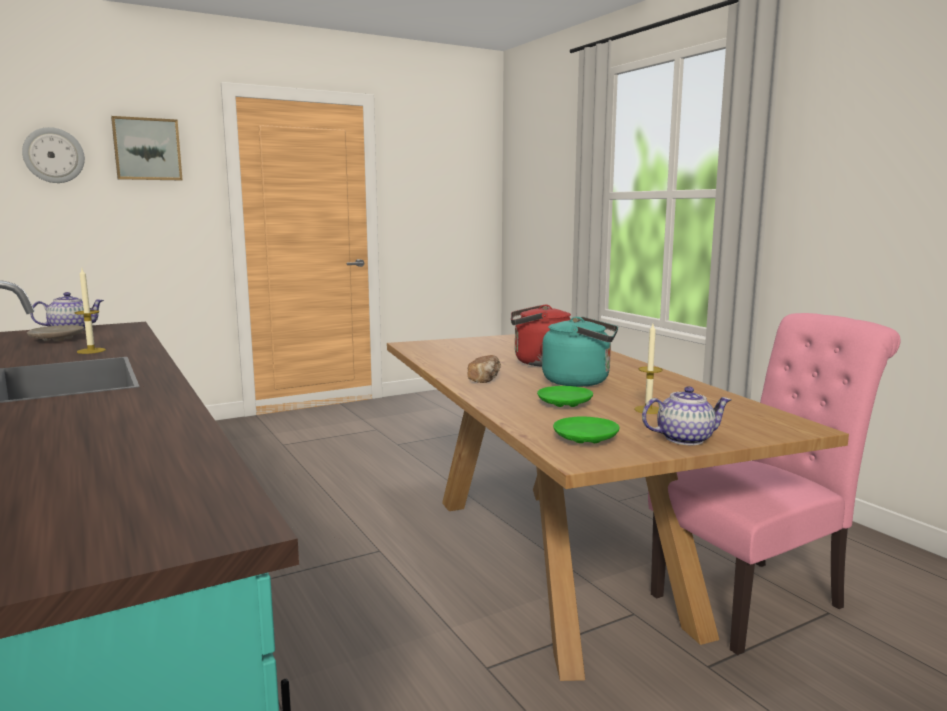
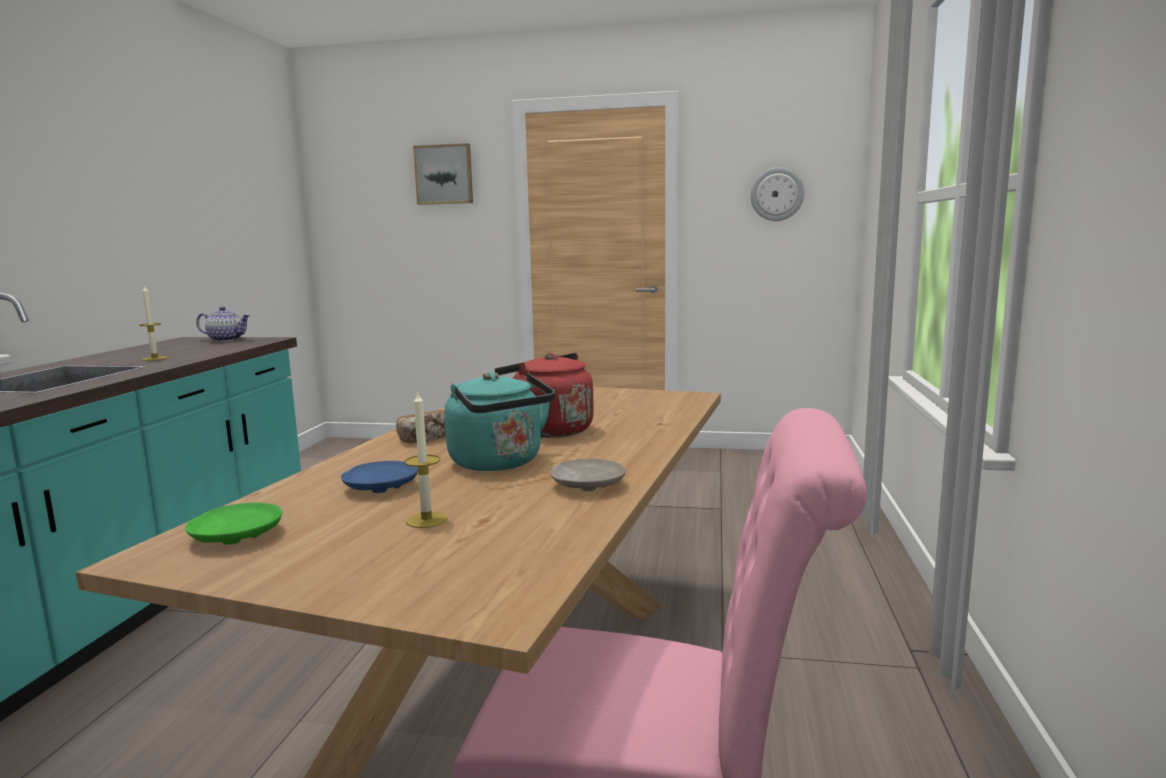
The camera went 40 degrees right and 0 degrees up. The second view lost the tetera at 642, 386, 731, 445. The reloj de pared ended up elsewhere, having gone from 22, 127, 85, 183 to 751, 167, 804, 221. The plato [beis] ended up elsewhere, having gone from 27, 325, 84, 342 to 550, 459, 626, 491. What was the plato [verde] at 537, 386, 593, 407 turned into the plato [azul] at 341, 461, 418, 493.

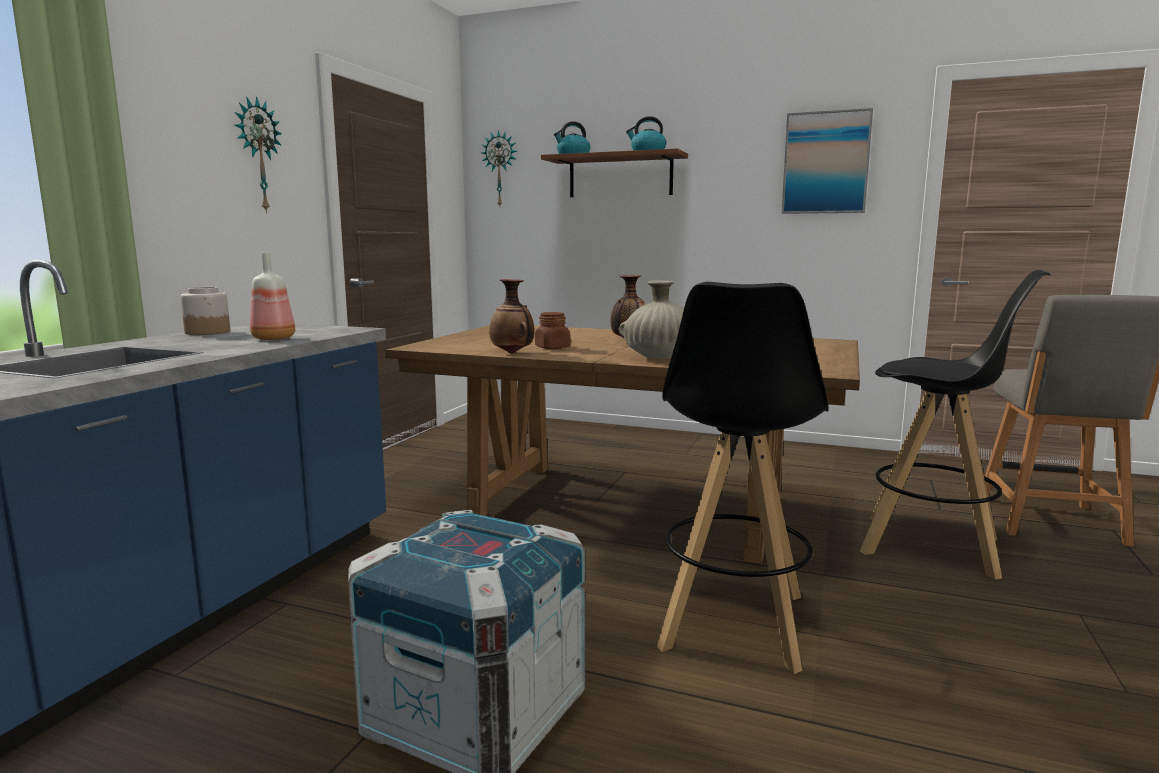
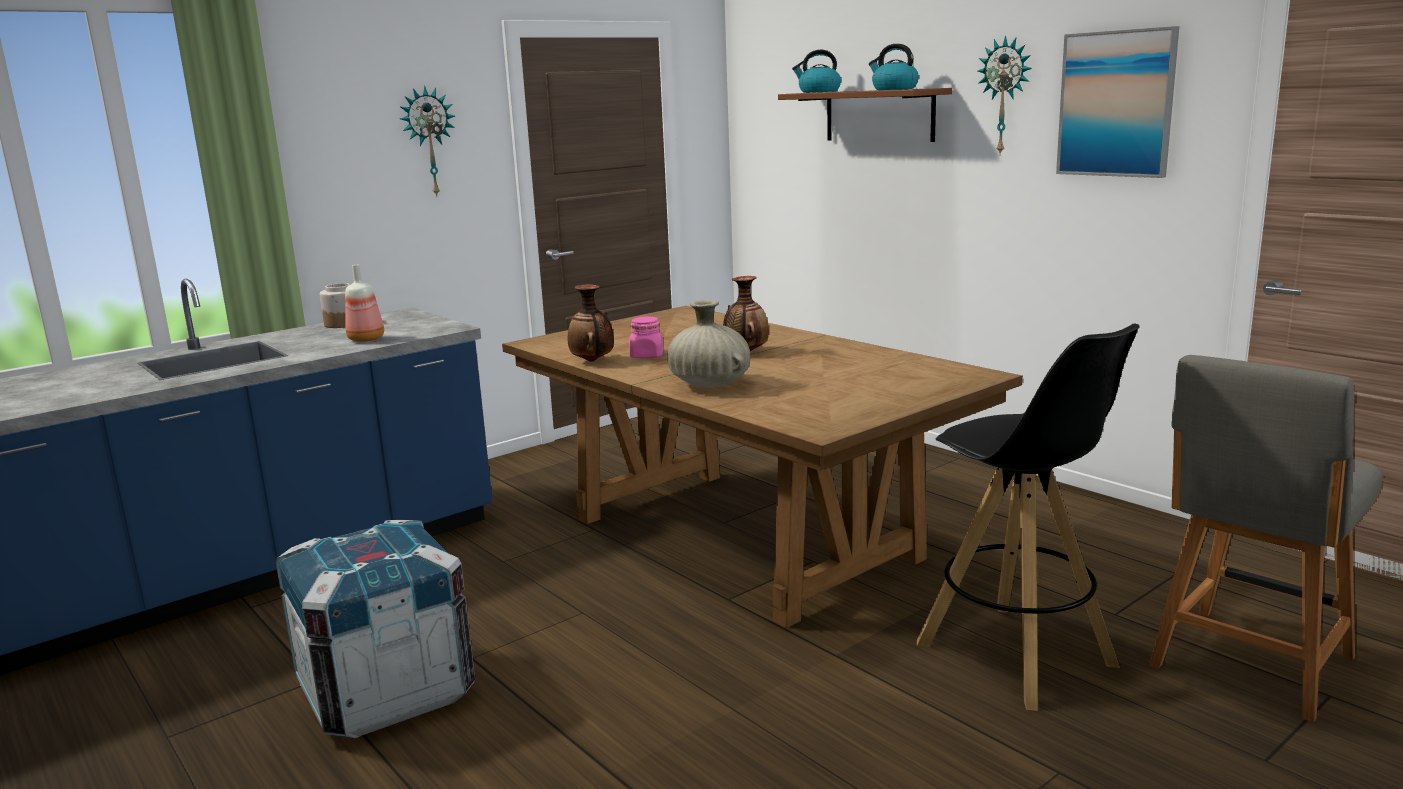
The camera went 30 degrees right and 5 degrees up. The second view lost the taburete [negro] at 657, 282, 829, 674. The reloj de pared ended up elsewhere, having gone from 481, 130, 517, 206 to 978, 35, 1032, 154. What was the tarro [marrón] at 535, 312, 571, 349 turned into the tarro [rosa] at 629, 316, 663, 359.

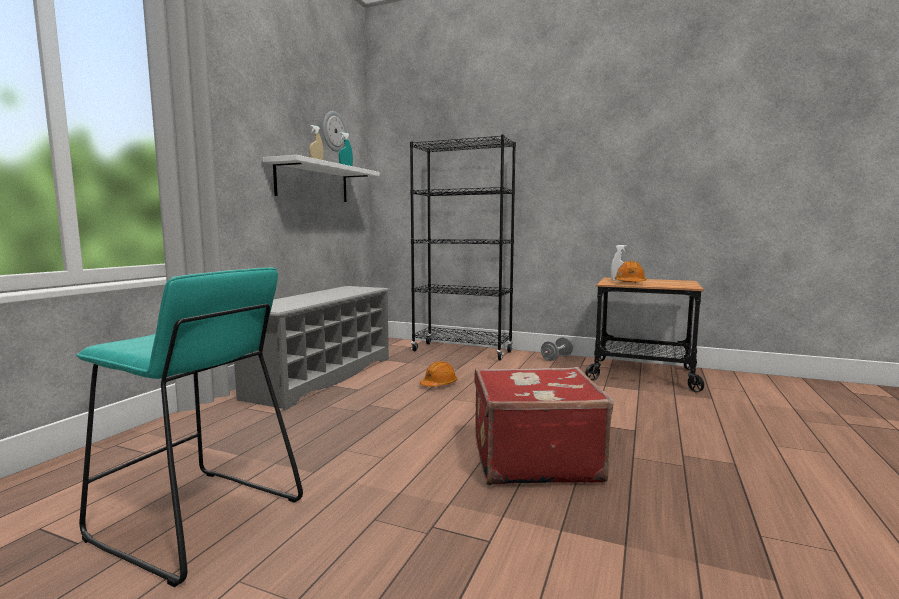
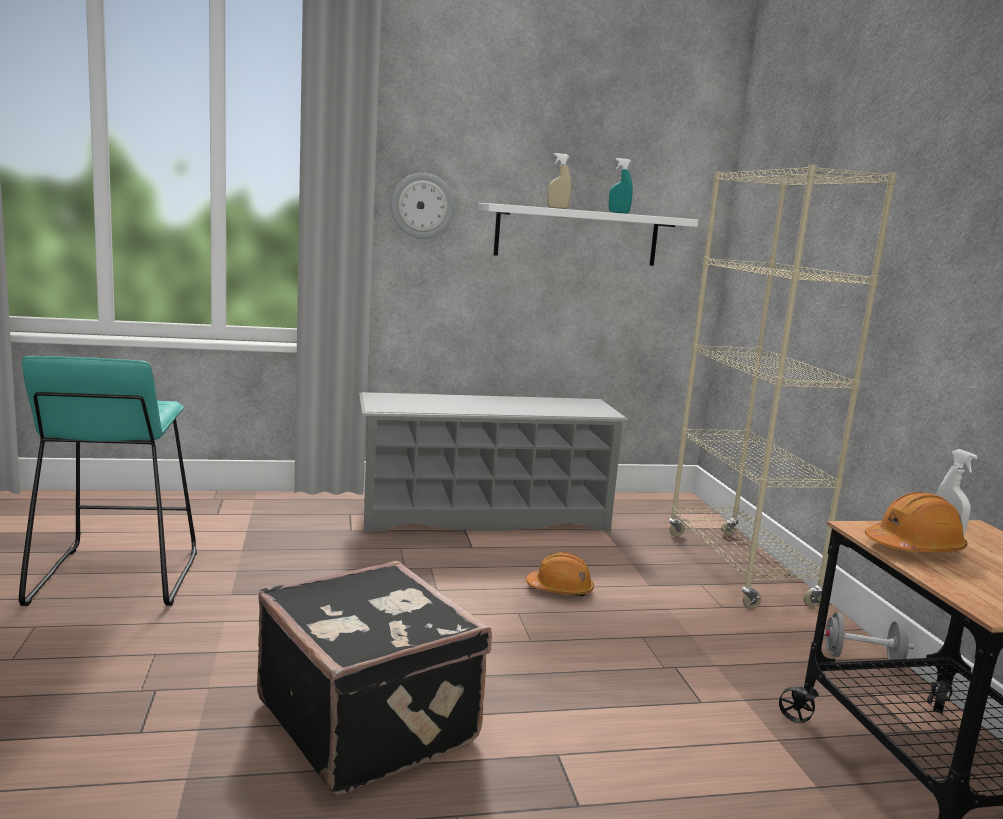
The camera went 55 degrees right and 5 degrees up. The reloj de pared ended up elsewhere, having gone from 323, 111, 346, 152 to 391, 173, 455, 239. What was the estantería [negro] at 410, 135, 516, 361 turned into the estantería [beis] at 668, 165, 897, 609. What was the maleta [rojo] at 474, 367, 614, 485 turned into the maleta [negro] at 257, 561, 492, 795.

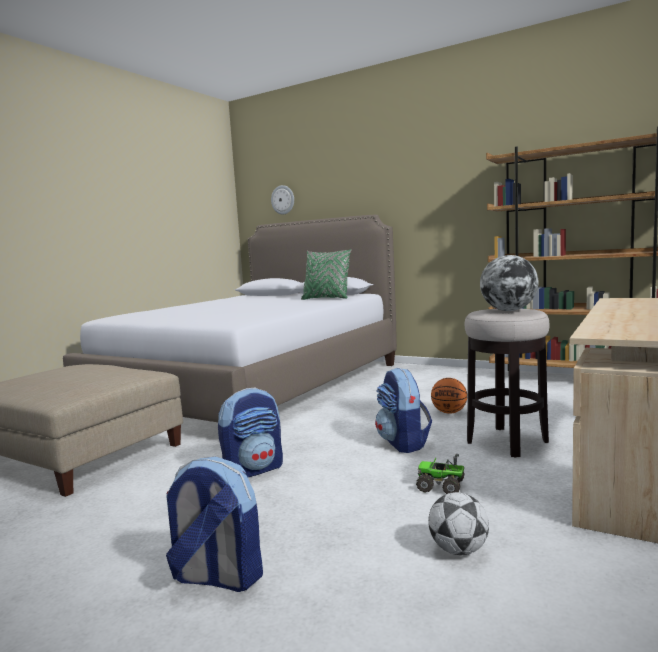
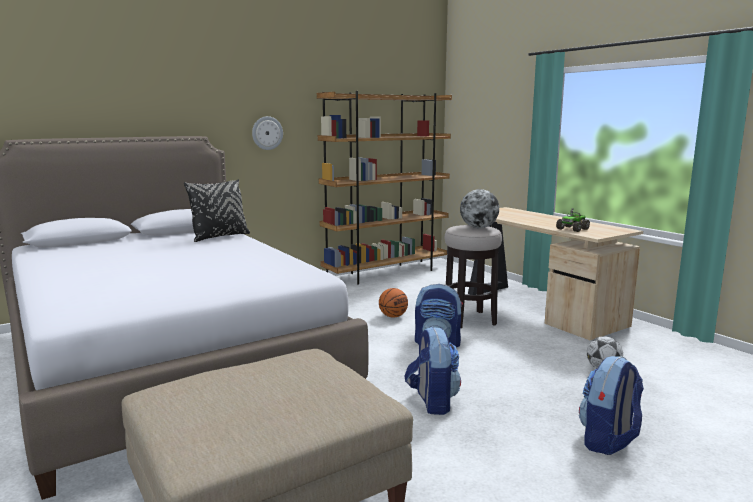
The camera went 65 degrees left and 5 degrees up. The reloj de pared ended up elsewhere, having gone from 271, 185, 294, 214 to 252, 116, 283, 150. The camión de juguete ended up elsewhere, having gone from 416, 454, 465, 494 to 556, 208, 590, 232. What was the cojín [verde] at 301, 249, 351, 300 turned into the cojín [negro] at 184, 179, 250, 242.

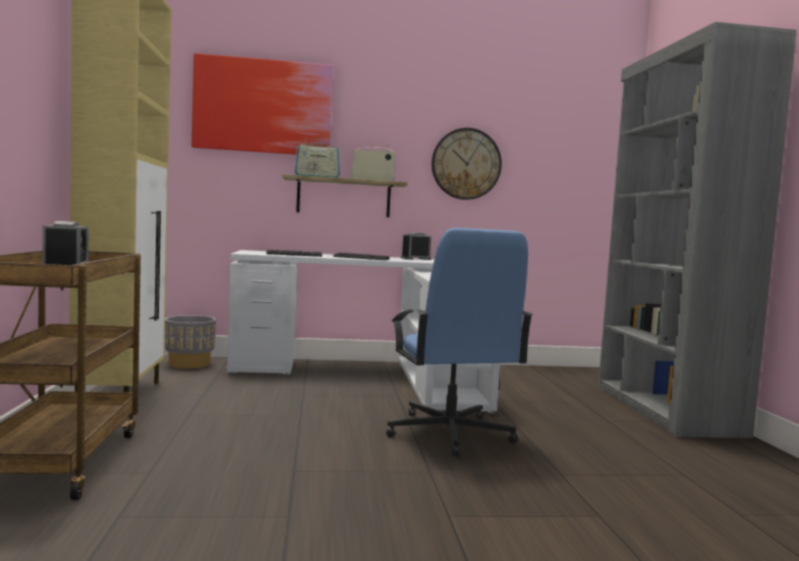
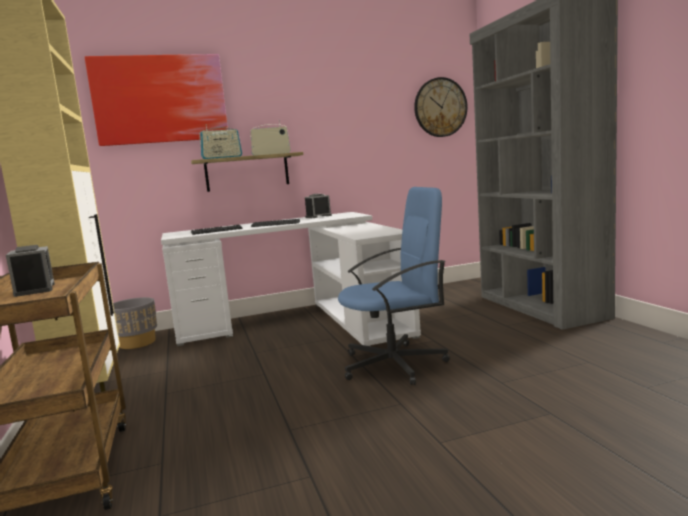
The camera went 10 degrees left and 5 degrees up. The reloj de pared ended up elsewhere, having gone from 432, 128, 502, 200 to 414, 77, 468, 137. The silla de oficina [azul] at 386, 228, 533, 457 ended up facing another way, 75 degrees counterclockwise from before.

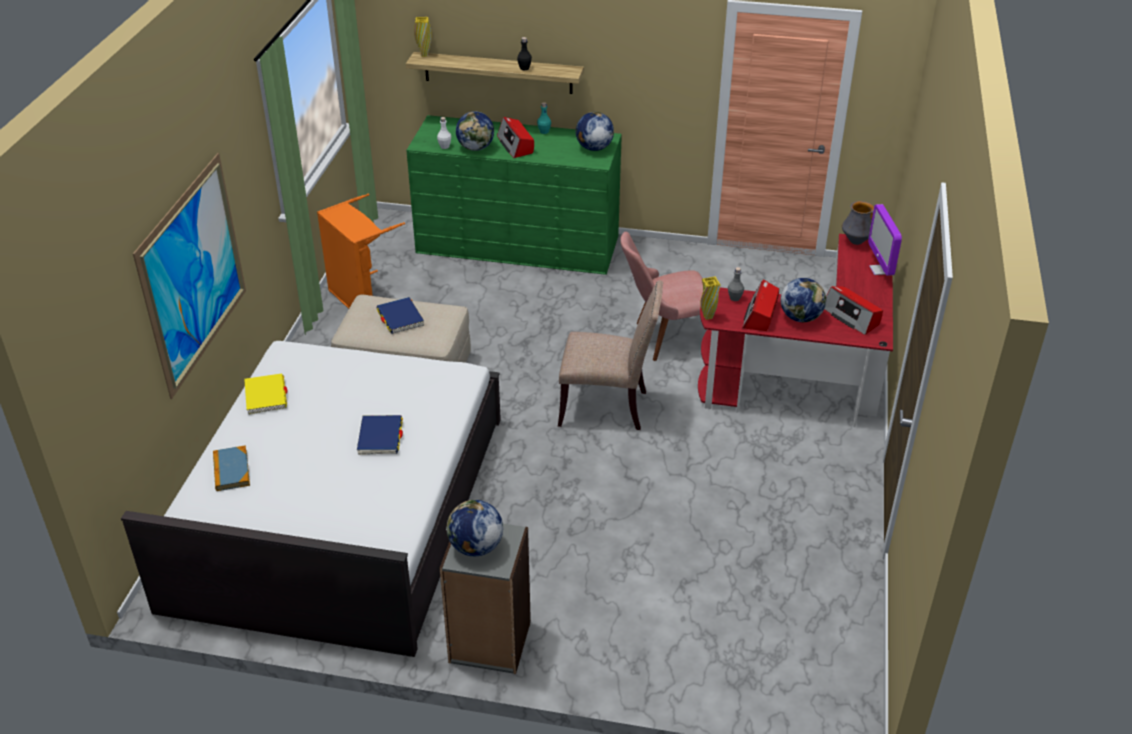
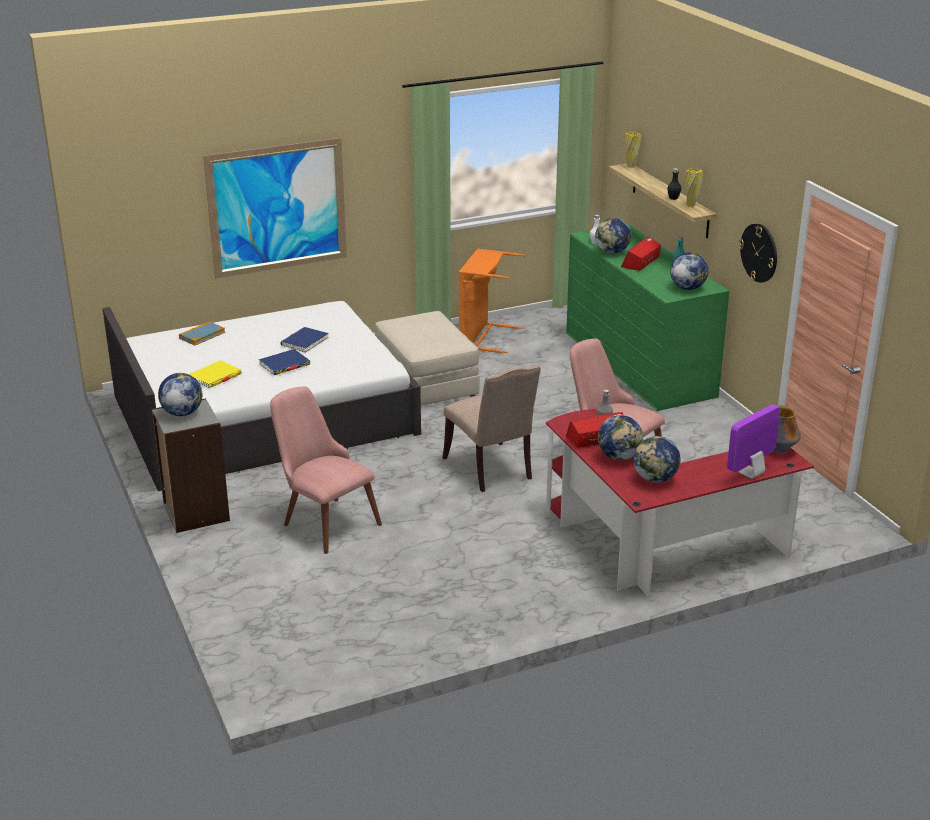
The camera went 55 degrees right and 10 degrees down. The second view gained the silla [rosa] at 270, 386, 382, 554. The second view gained the reloj de pared at 739, 224, 777, 283. The libro [amarillo] ended up elsewhere, having gone from 244, 373, 287, 415 to 189, 360, 242, 388. The libro [azul] ended up elsewhere, having gone from 376, 297, 424, 334 to 280, 327, 329, 353. The florero [amarillo] ended up elsewhere, having gone from 700, 277, 721, 320 to 685, 168, 703, 207. Where the radio stood at 824, 286, 883, 335, the globo terráqueo came to stand at 634, 436, 681, 483.

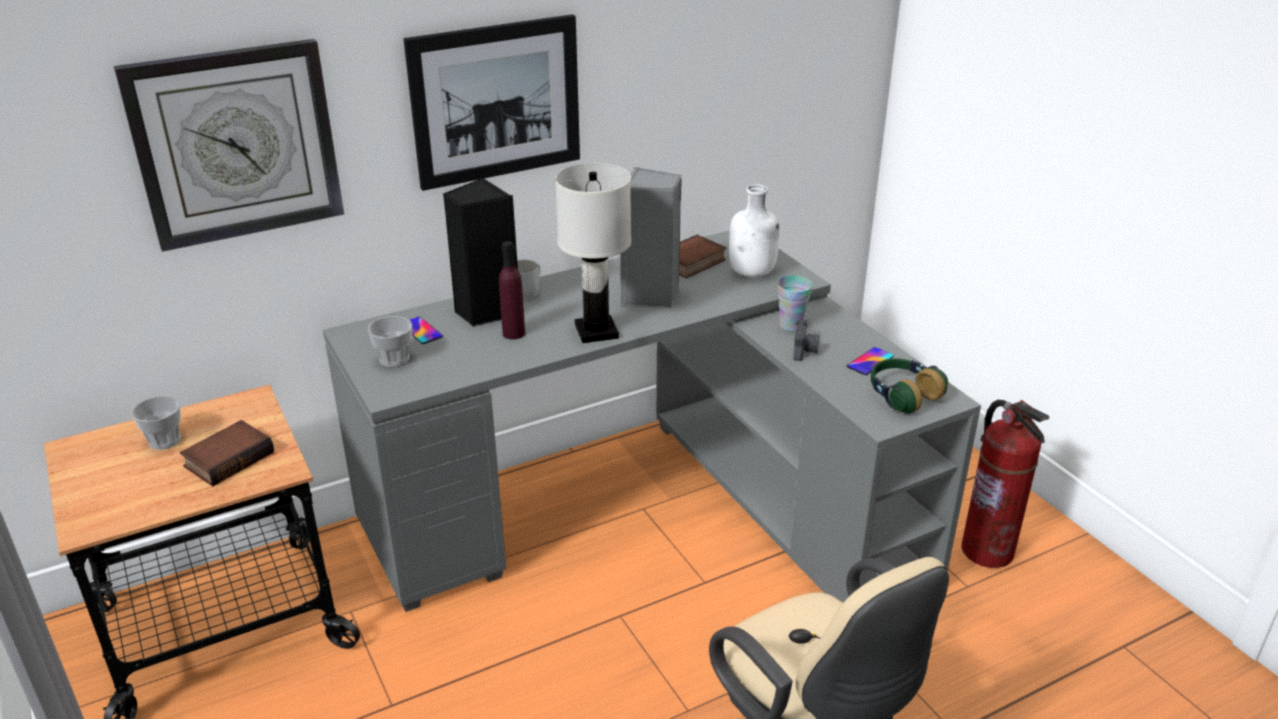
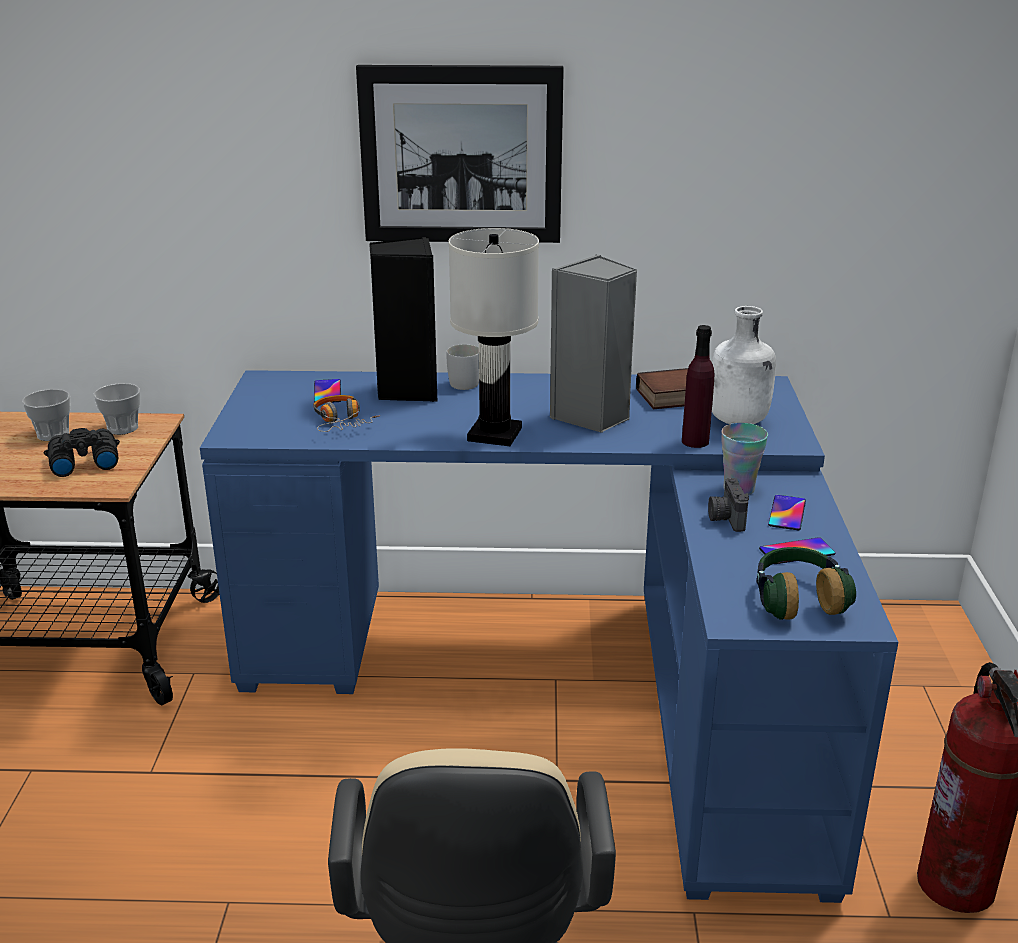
The camera went 30 degrees right and 5 degrees down. The second view lost the reloj de pared at 114, 39, 344, 252. The second view gained the auriculares at 313, 395, 380, 432. The second view gained the móvil at 768, 495, 806, 530. The taza ended up elsewhere, having gone from 368, 316, 412, 367 to 93, 383, 140, 435. The botella [morado] ended up elsewhere, having gone from 499, 241, 525, 340 to 682, 325, 714, 448. Where the libro stood at 180, 420, 274, 486, the prismáticos [negro] came to stand at 44, 428, 120, 477. What was the escritorio [gris] at 323, 231, 981, 612 turned into the escritorio [azul] at 200, 370, 898, 903. The cámara at 793, 320, 819, 361 ended up facing another way, 135 degrees clockwise from before.

